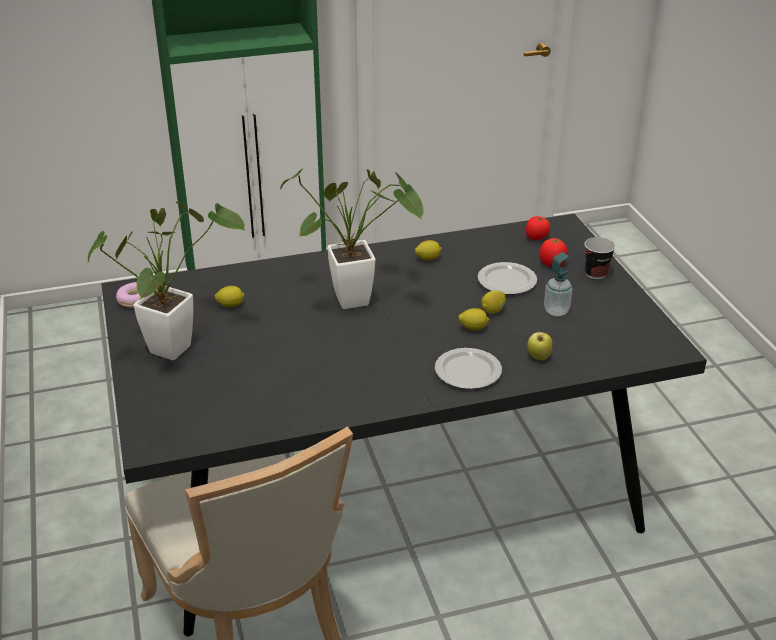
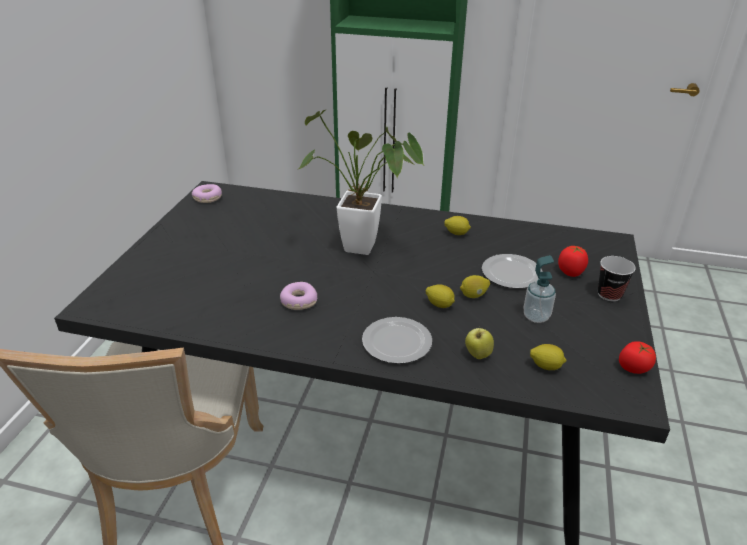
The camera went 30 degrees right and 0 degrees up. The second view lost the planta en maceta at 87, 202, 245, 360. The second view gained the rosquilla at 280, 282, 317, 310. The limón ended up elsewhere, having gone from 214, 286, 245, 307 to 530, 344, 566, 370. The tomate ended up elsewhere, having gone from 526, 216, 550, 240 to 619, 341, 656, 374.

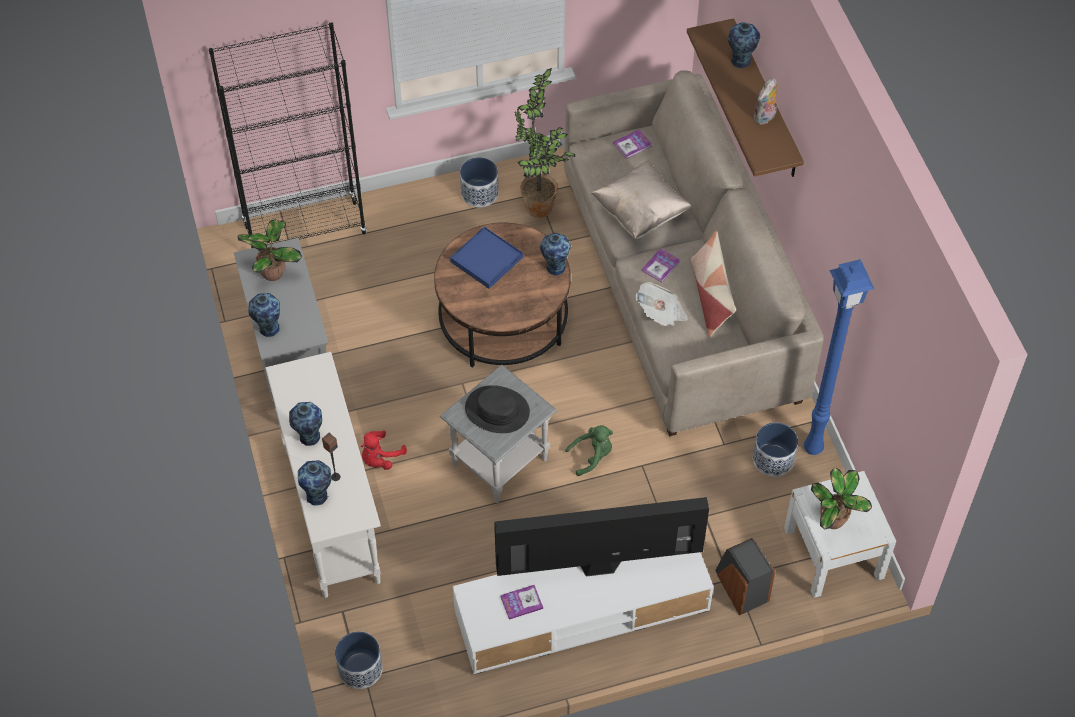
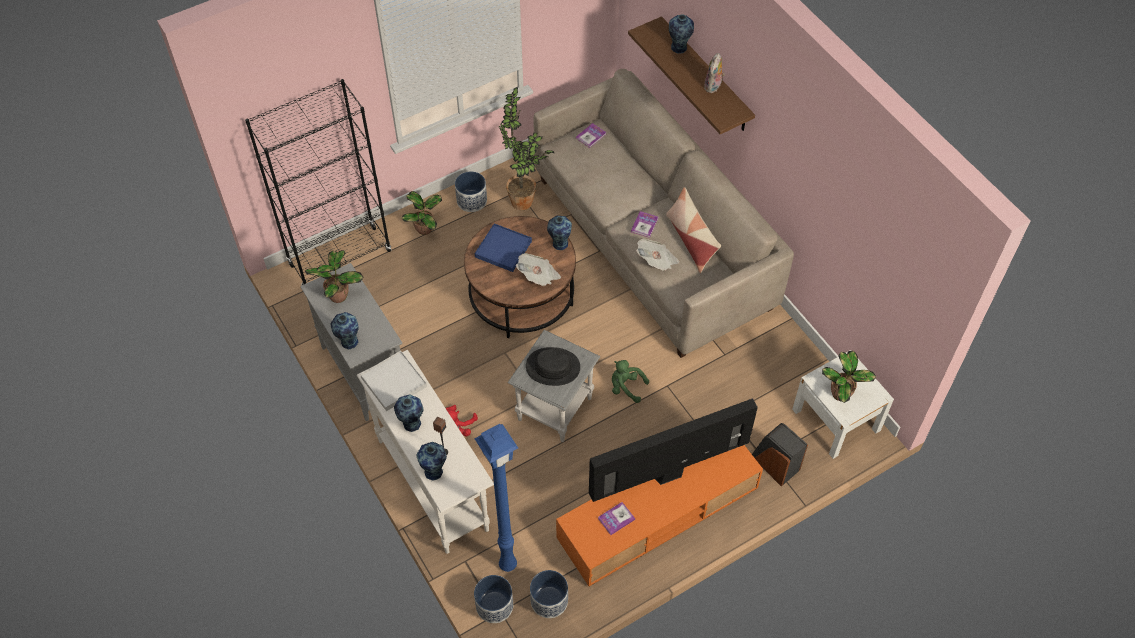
The camera went 15 degrees left and 0 degrees up. The second view lost the cojín [beis] at 591, 160, 692, 239. The second view gained the bandeja [blanco] at 360, 351, 427, 411. The second view gained the planta en maceta at 401, 191, 442, 235. The second view gained the periódico at 516, 253, 561, 286. The maceta ended up elsewhere, having gone from 753, 422, 798, 477 to 530, 570, 568, 618. The lámpara de pie [azul] ended up elsewhere, having gone from 804, 259, 874, 455 to 475, 424, 518, 572. What was the mueble de televisión [blanco] at 453, 552, 714, 674 turned into the mueble de televisión [naranja] at 556, 445, 763, 586. The peluche [verde] at 565, 425, 613, 476 ended up facing another way, 120 degrees counterclockwise from before.

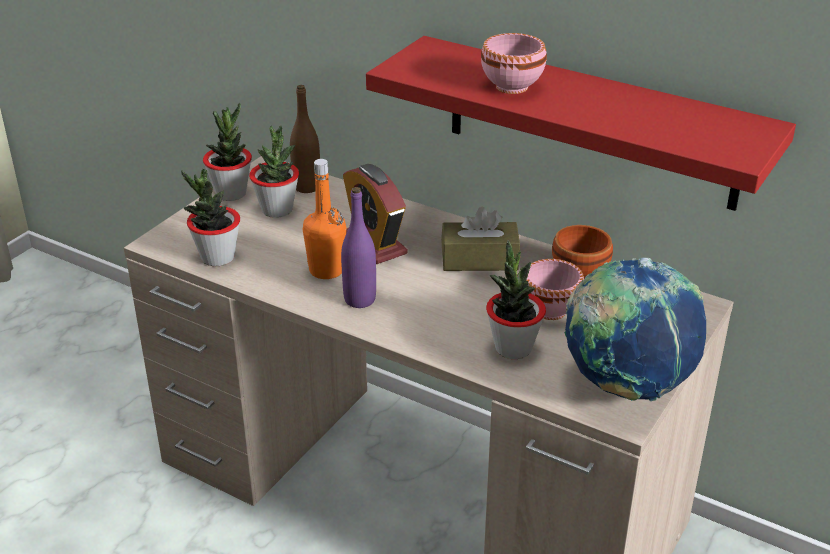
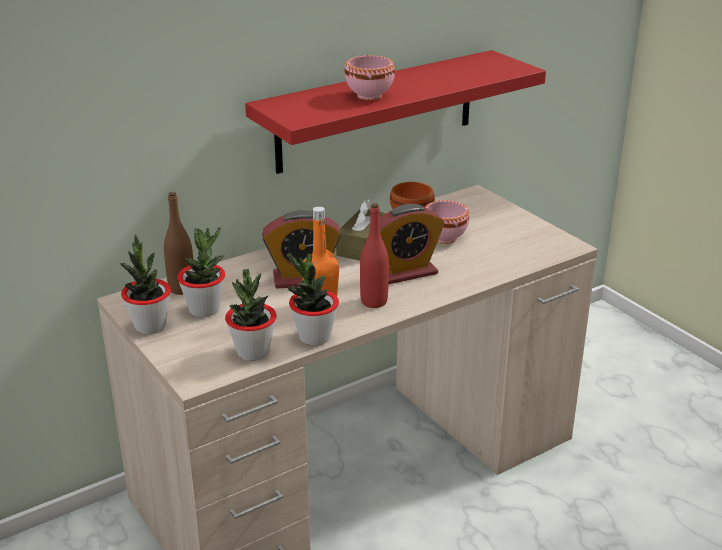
The camera went 65 degrees left and 5 degrees down. The second view lost the globo terráqueo at 564, 258, 706, 401. The second view gained the despertador at 369, 204, 445, 284. The planta en maceta ended up elsewhere, having gone from 486, 240, 546, 359 to 288, 253, 339, 346. What was the botella [morado] at 341, 187, 376, 308 turned into the botella [rojo] at 360, 203, 389, 308.

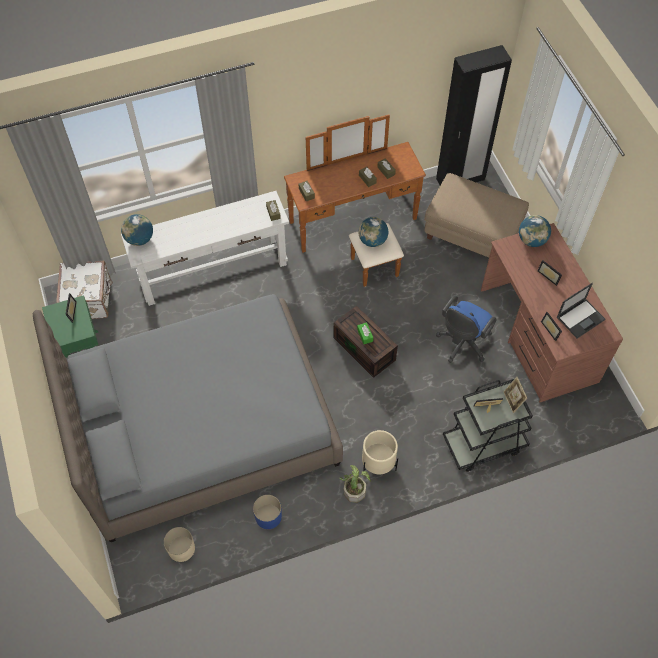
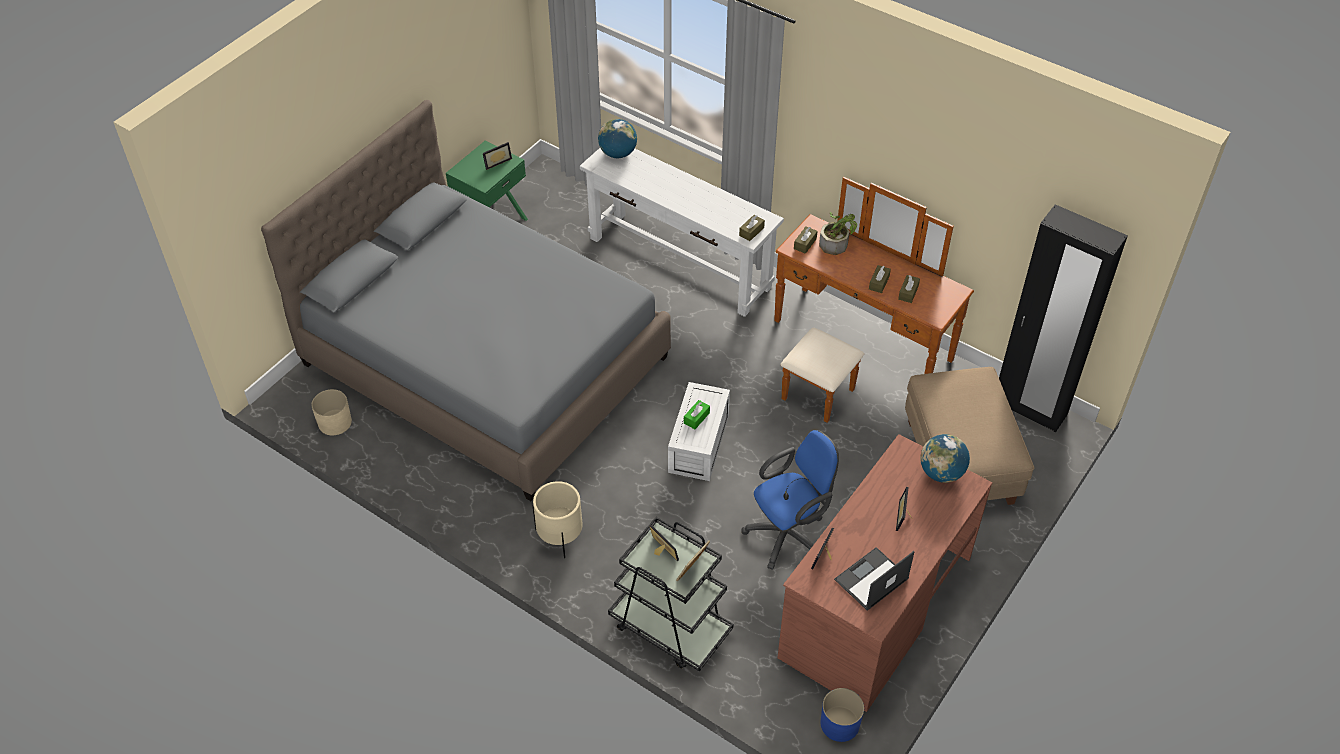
The camera went 55 degrees right and 10 degrees down. The second view lost the maleta [blanco] at 56, 261, 113, 319. The second view lost the globo terráqueo at 359, 217, 388, 247. The maceta [azul] ended up elsewhere, having gone from 253, 495, 282, 529 to 821, 688, 864, 742. The planta en maceta ended up elsewhere, having gone from 339, 465, 371, 503 to 819, 212, 857, 255. What was the caja de almacenaje [marrón] at 334, 306, 398, 378 turned into the caja de almacenaje [blanco] at 668, 382, 730, 481. The silla de oficina [azul] at 436, 295, 497, 363 ended up facing another way, 150 degrees clockwise from before. The portátil at 557, 283, 606, 338 ended up facing another way, 120 degrees clockwise from before.

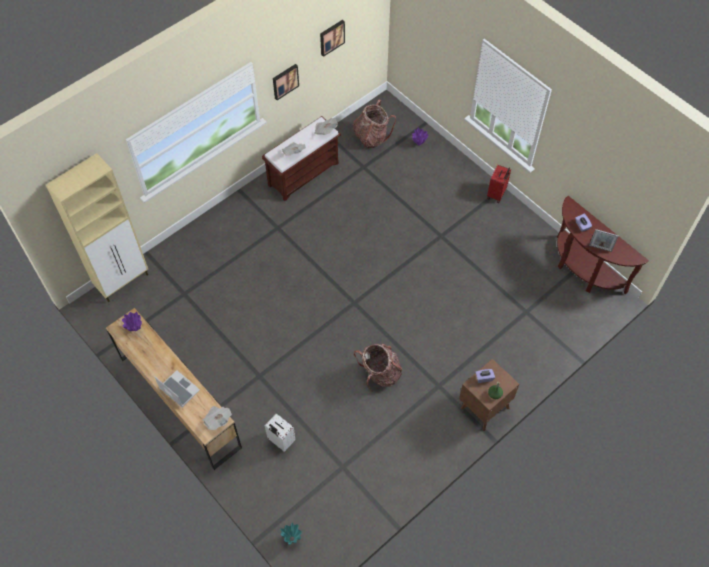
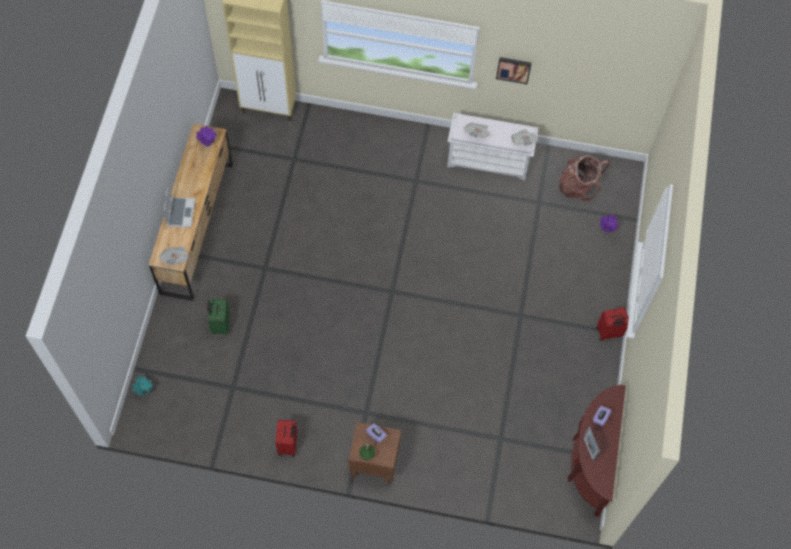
The camera went 50 degrees right and 5 degrees up. The second view lost the cuadro at 320, 20, 345, 57. The second view lost the mochila at 354, 344, 402, 392. The second view gained the maleta [rojo] at 276, 420, 297, 457. What was the banco [marrón] at 262, 116, 341, 201 turned into the banco [blanco] at 447, 113, 538, 180. What was the maleta [blanco] at 265, 414, 295, 452 turned into the maleta [verde] at 207, 299, 230, 334.

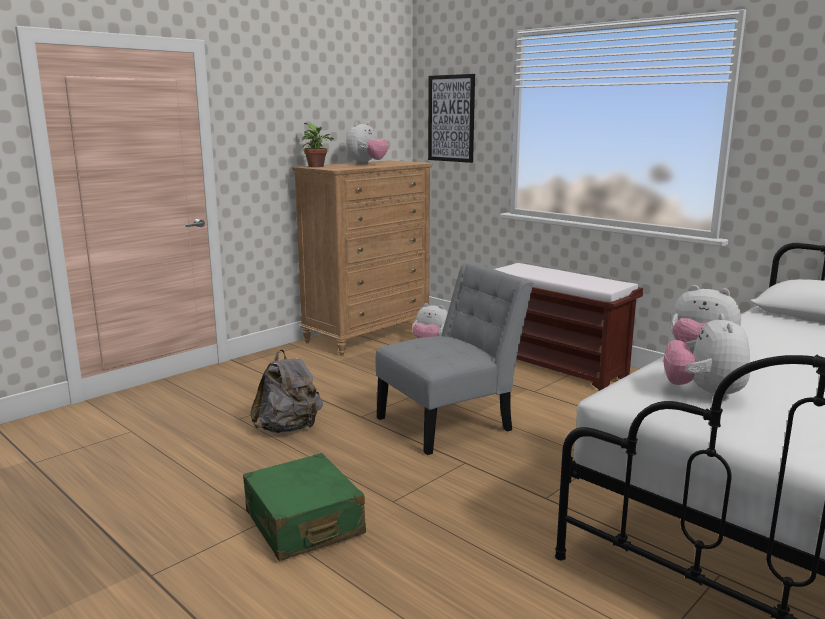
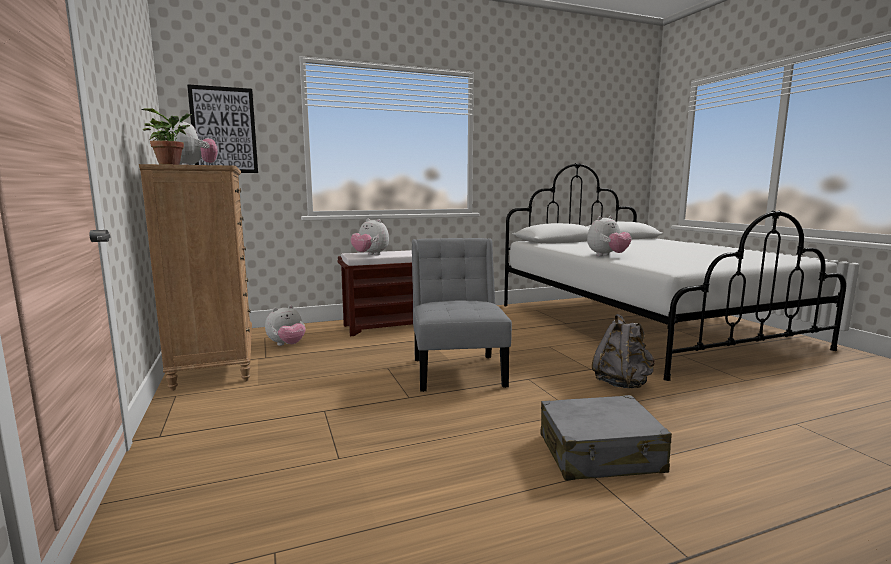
The camera went 65 degrees left and 5 degrees down. The mochila [gris] ended up elsewhere, having gone from 250, 350, 323, 433 to 592, 314, 655, 388. The peluche ended up elsewhere, having gone from 663, 314, 750, 401 to 351, 218, 389, 255. What was the maleta [verde] at 243, 453, 366, 561 turned into the maleta [gris] at 540, 395, 672, 480.

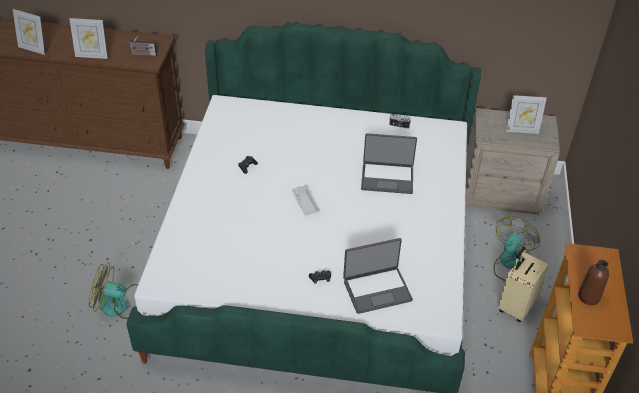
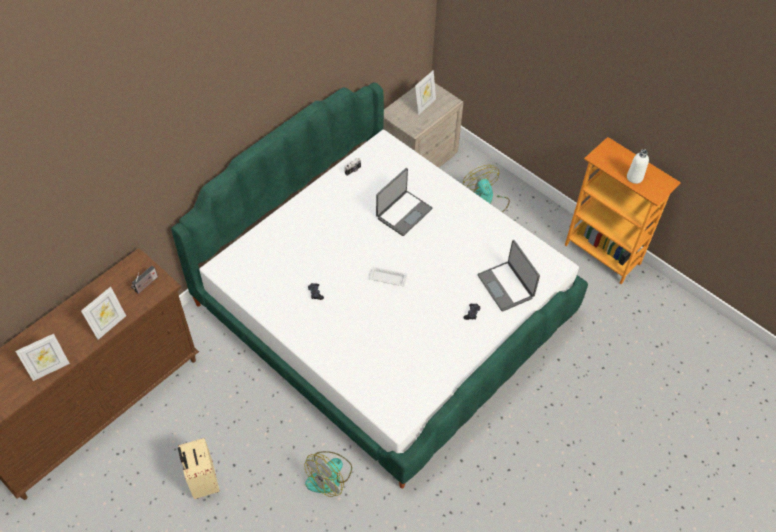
The camera went 55 degrees left and 10 degrees up. The maleta [beis] ended up elsewhere, having gone from 498, 247, 549, 322 to 178, 438, 220, 499. What was the botella [marrón] at 578, 260, 609, 305 turned into the botella [blanco] at 627, 149, 649, 184. The portátil at 343, 238, 413, 314 ended up facing another way, 135 degrees clockwise from before.

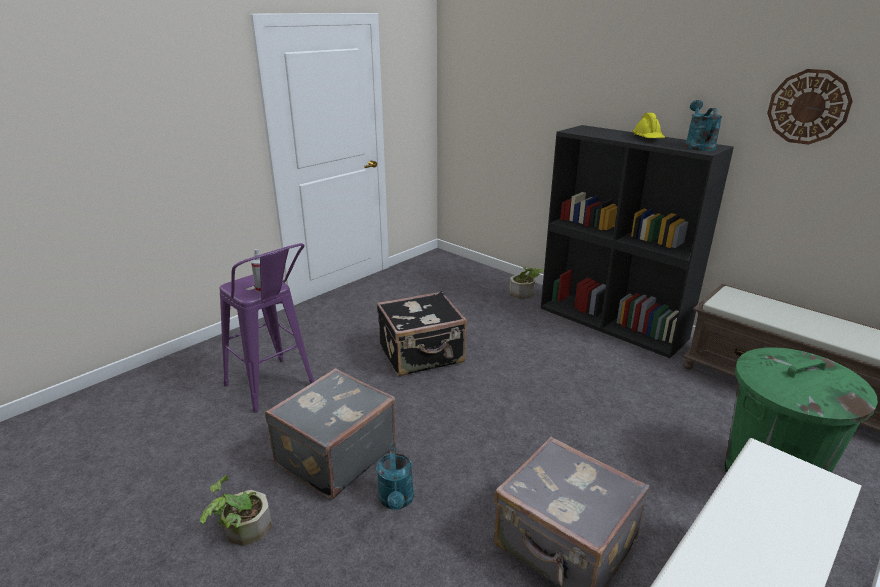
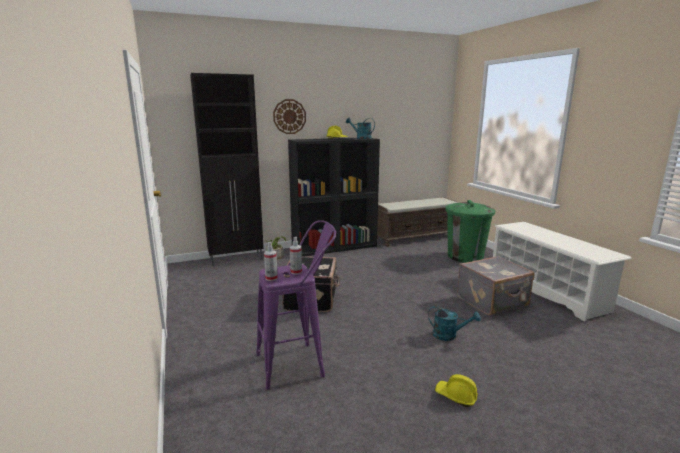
The camera went 65 degrees left and 10 degrees down. The second view lost the maleta [gris] at 265, 368, 396, 500. The second view gained the armario [negro] at 190, 73, 264, 266. The second view gained the pulverizador at 264, 242, 278, 281. The reloj de pared ended up elsewhere, having gone from 767, 69, 853, 145 to 273, 99, 306, 134. Where the planta en maceta stood at 200, 475, 272, 546, the casco [amarillo] came to stand at 435, 374, 478, 407.

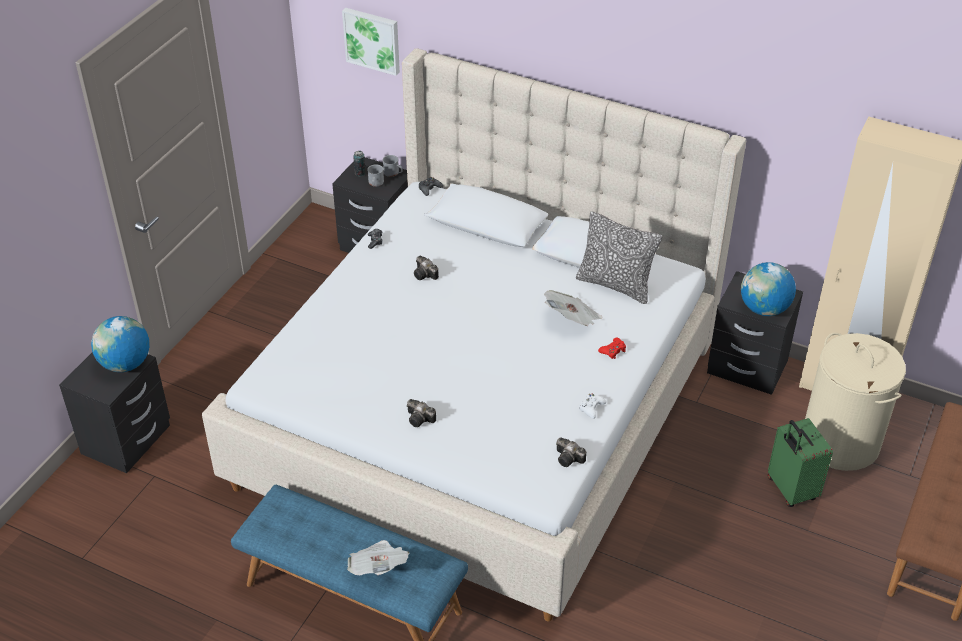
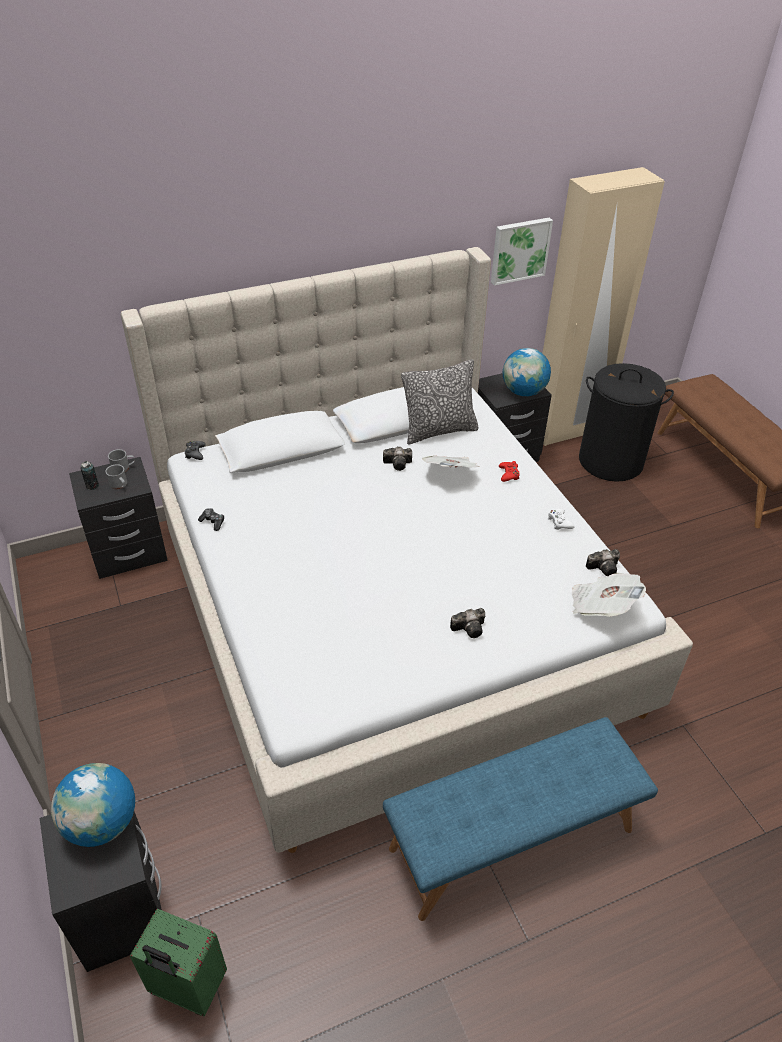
The camera went 50 degrees left and 0 degrees up. The cuadro ended up elsewhere, having gone from 342, 8, 400, 76 to 491, 217, 553, 286. The periódico ended up elsewhere, having gone from 347, 540, 409, 575 to 572, 573, 646, 617. The cámara ended up elsewhere, having gone from 414, 255, 439, 280 to 383, 447, 412, 471. The maleta [verde] ended up elsewhere, having gone from 768, 418, 833, 507 to 130, 909, 227, 1016. What was the cesto de la ropa [beis] at 805, 332, 906, 471 turned into the cesto de la ropa [negro] at 579, 363, 674, 482.

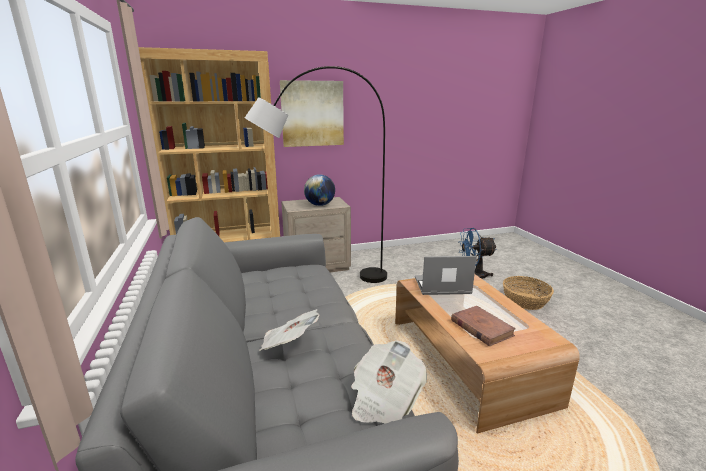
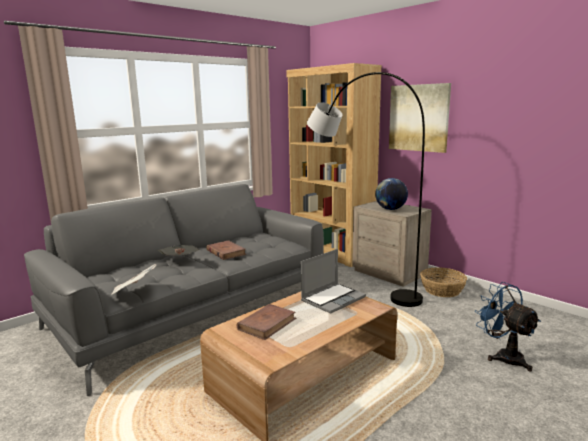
The camera went 65 degrees right and 5 degrees down. The second view gained the libro [marrón] at 206, 241, 246, 260. The cesta ended up elsewhere, having gone from 503, 276, 554, 310 to 420, 267, 467, 297. The portátil at 415, 256, 477, 295 ended up facing another way, 75 degrees clockwise from before.

